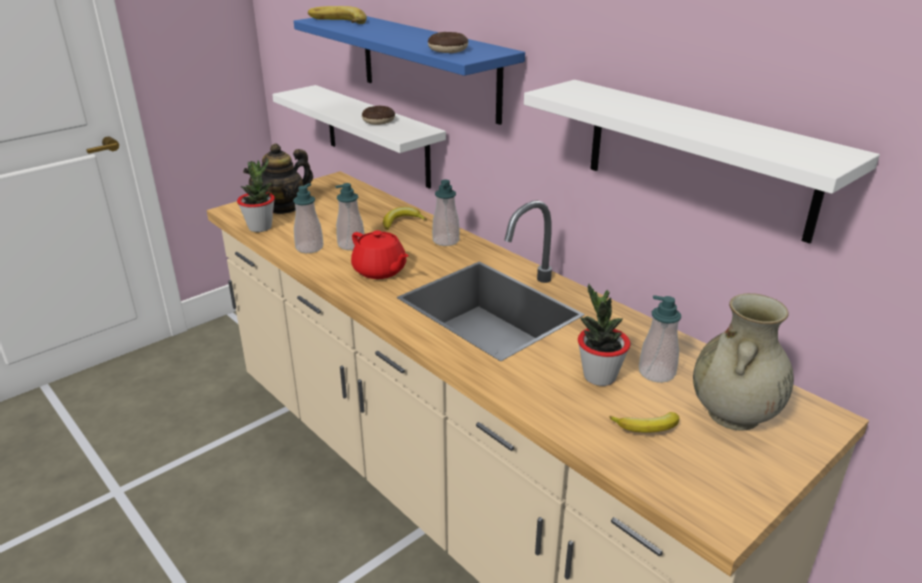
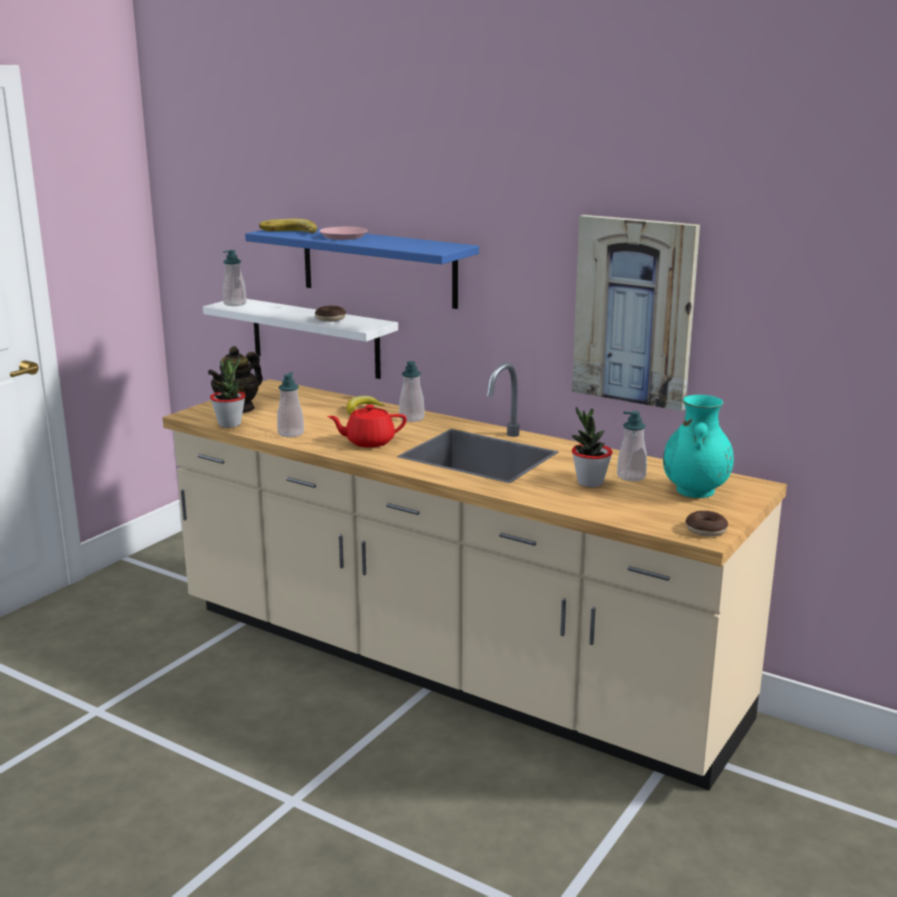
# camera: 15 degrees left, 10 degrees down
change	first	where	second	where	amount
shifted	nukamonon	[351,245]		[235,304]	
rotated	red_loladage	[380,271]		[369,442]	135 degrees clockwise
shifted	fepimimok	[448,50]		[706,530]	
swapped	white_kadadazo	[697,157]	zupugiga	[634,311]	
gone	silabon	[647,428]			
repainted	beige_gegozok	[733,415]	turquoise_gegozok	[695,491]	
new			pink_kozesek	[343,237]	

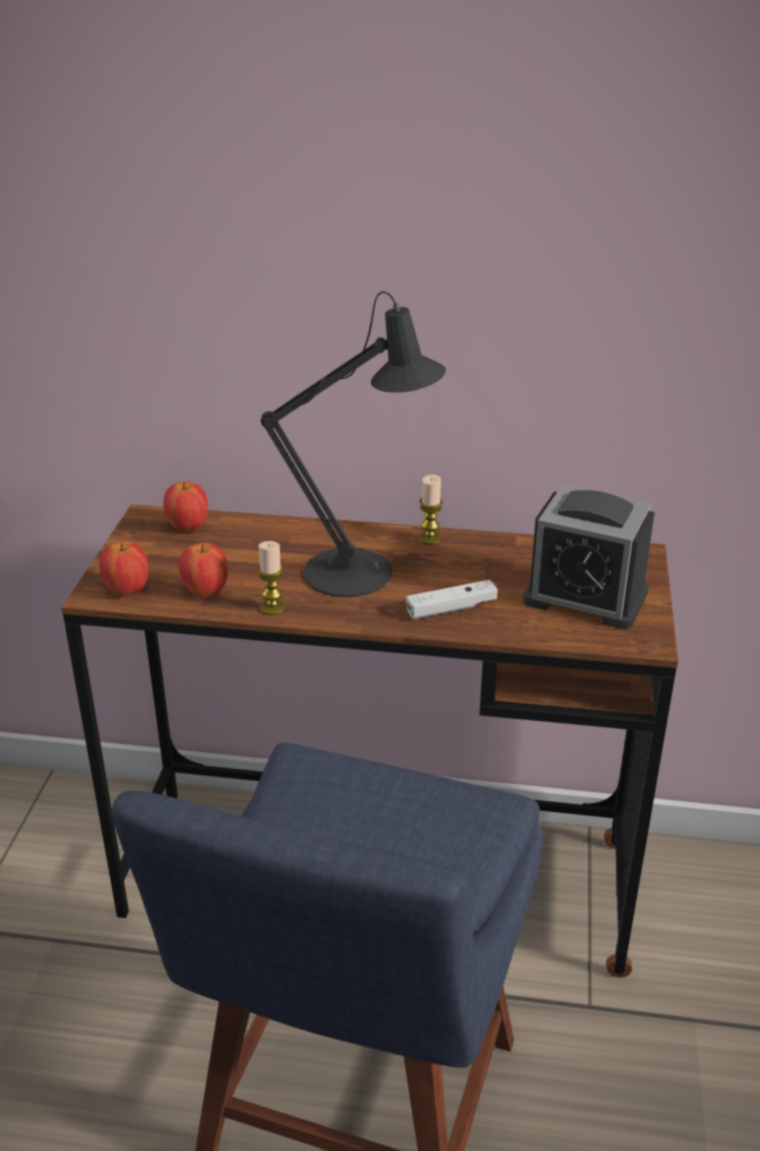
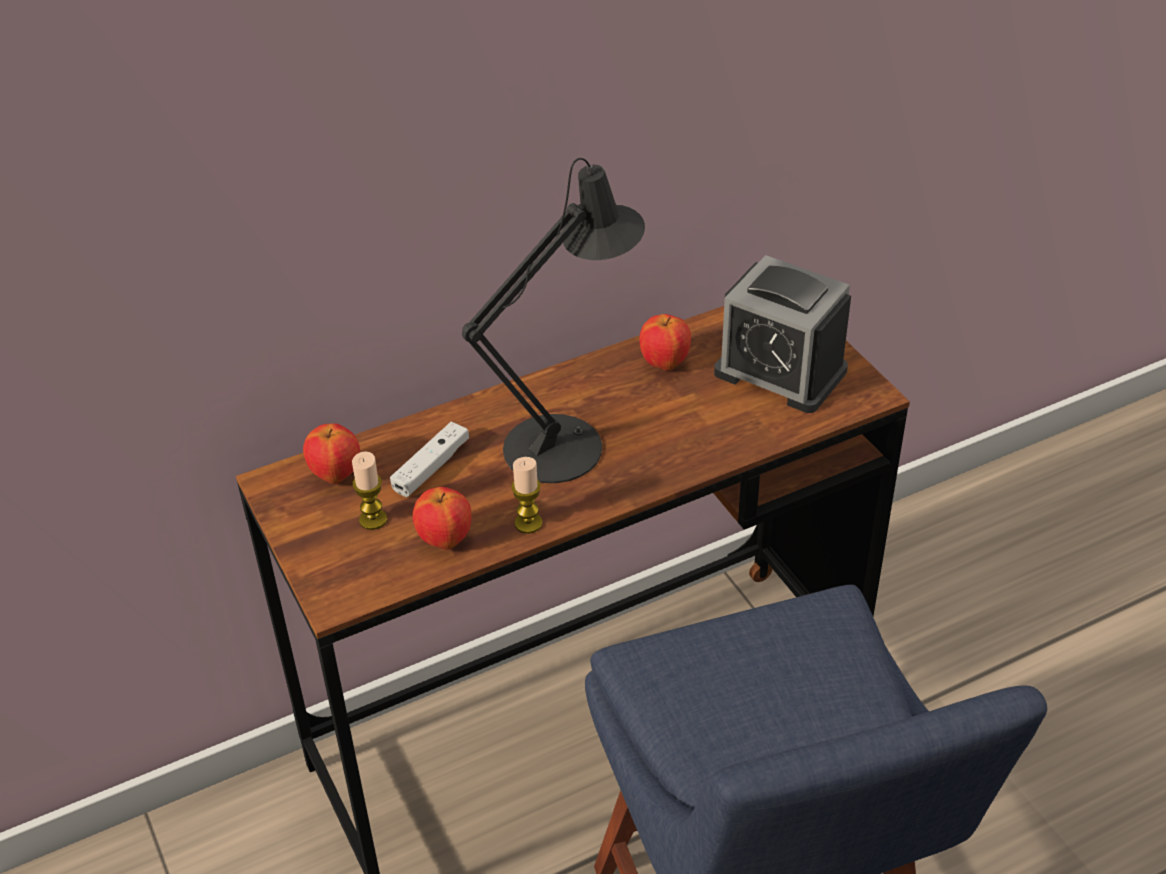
# camera: 35 degrees left, 10 degrees up
change	first	where	second	where	amount
shifted	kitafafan	[127,591]		[664,363]	
shifted	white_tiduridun	[451,608]		[431,467]	
shifted	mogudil	[430,538]		[373,519]	
rotated	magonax	[585,597]		[780,372]	45 degrees clockwise

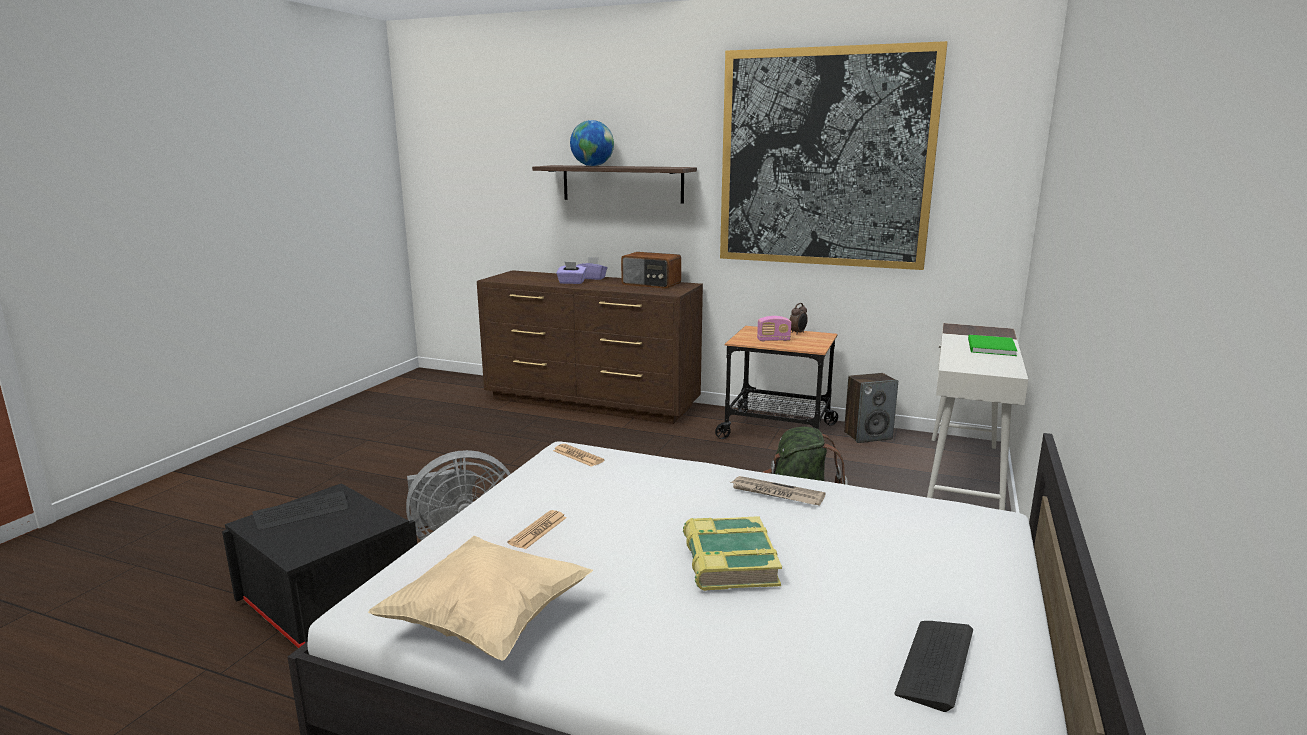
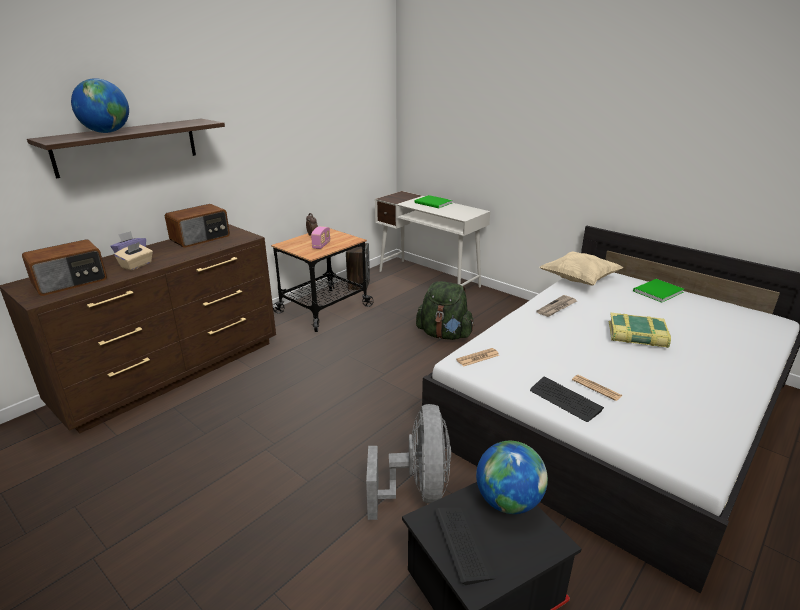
# camera: 70 degrees left, 10 degrees up
change	first	where	second	where	amount
shifted	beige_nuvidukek	[488,622]		[578,280]	
repainted	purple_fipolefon	[571,282]	beige_fipolefon	[137,265]	
gone	zupugiga	[825,159]			
shifted	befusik	[935,664]		[565,400]	
new			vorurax	[70,282]	
new			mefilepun	[508,502]	
new			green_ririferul	[656,291]	

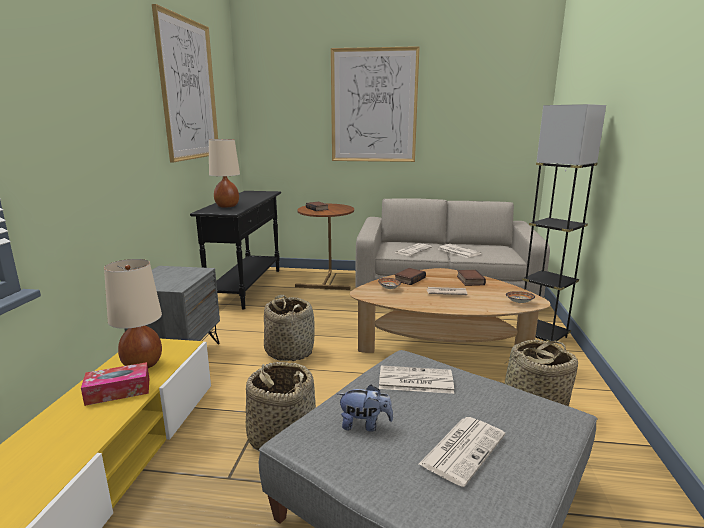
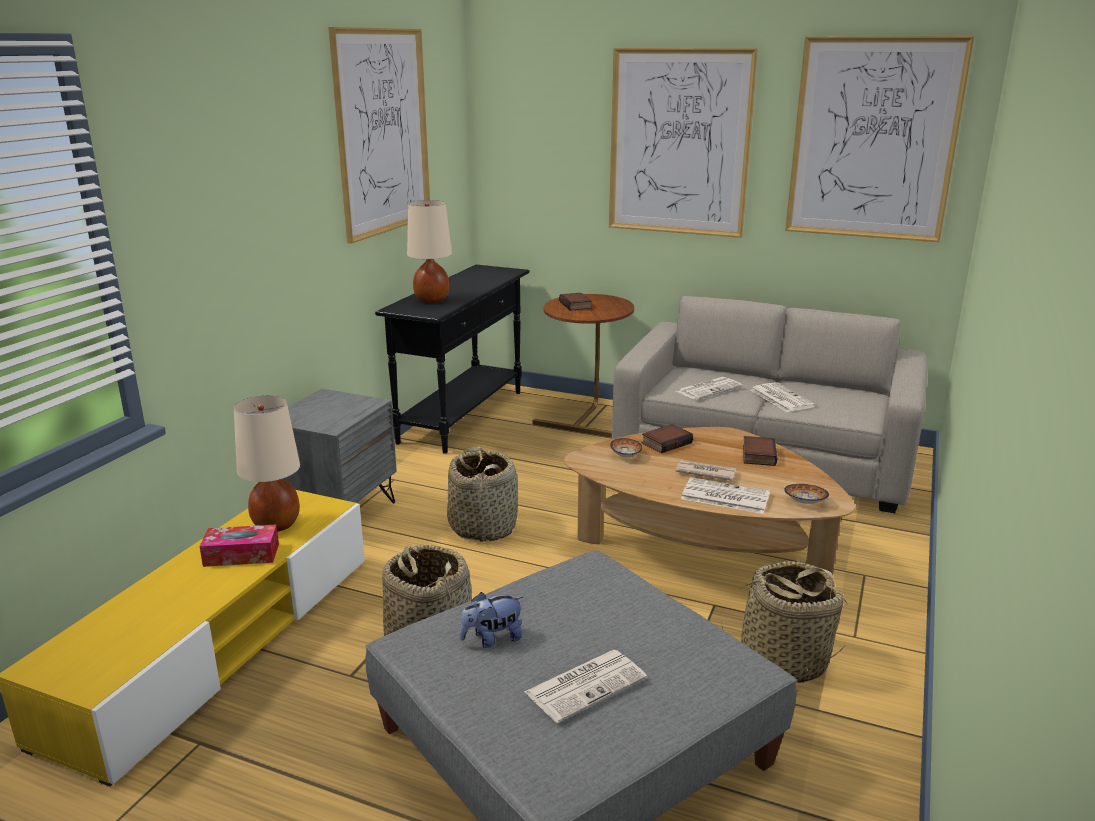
# camera: 15 degrees right, 5 degrees up
change	first	where	second	where	amount
rotated	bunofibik	[365,425]		[492,639]	135 degrees clockwise
shifted	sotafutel	[414,381]		[724,497]	
gone	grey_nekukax	[542,336]			
new			zupugiga	[873,139]	

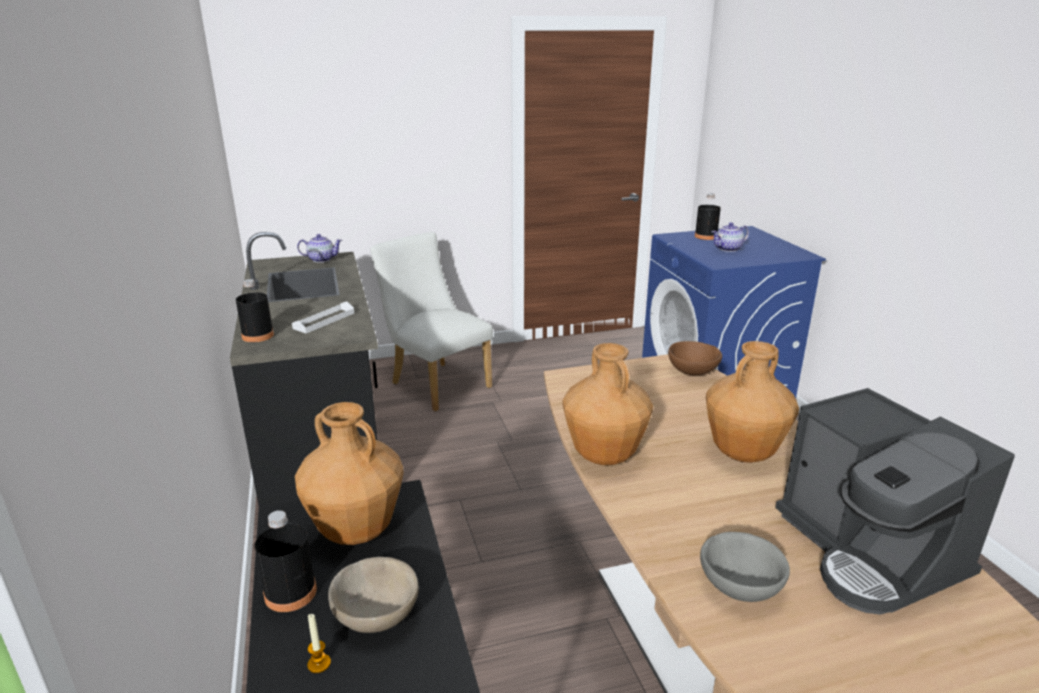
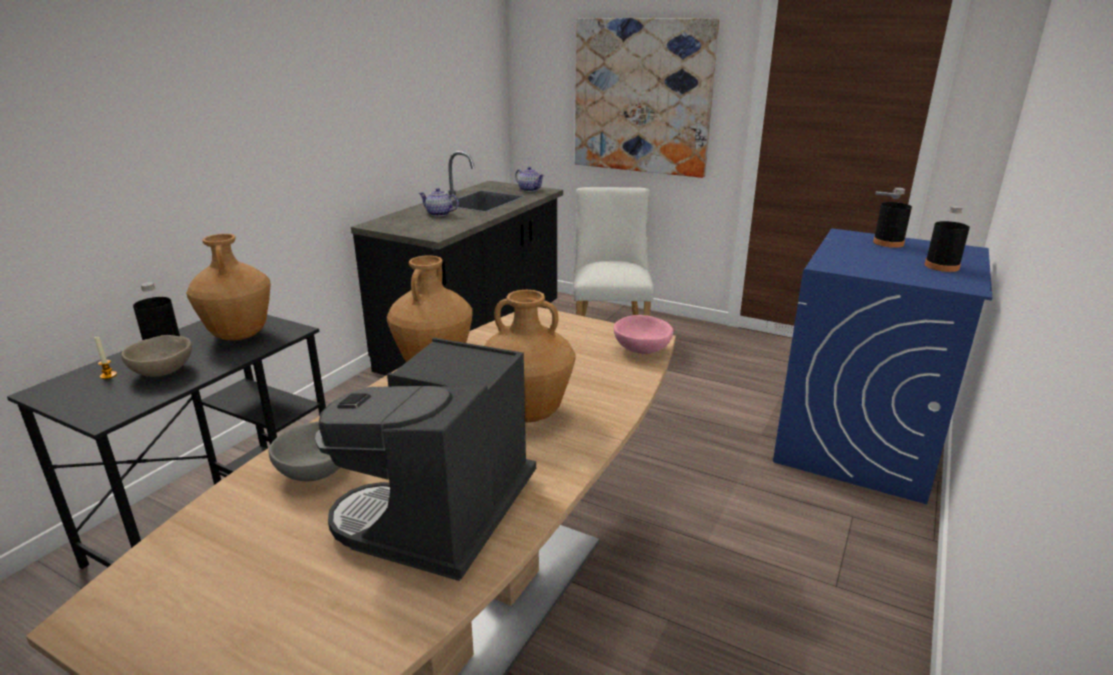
# camera: 45 degrees right, 0 degrees up
change	first	where	second	where	amount
shifted	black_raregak	[258,336]		[941,266]	
gone	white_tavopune	[324,320]			
repainted	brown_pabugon	[692,372]	pink_pabugon	[641,350]	
shifted	loladage	[728,249]		[439,214]	
new			zupugiga	[642,97]	

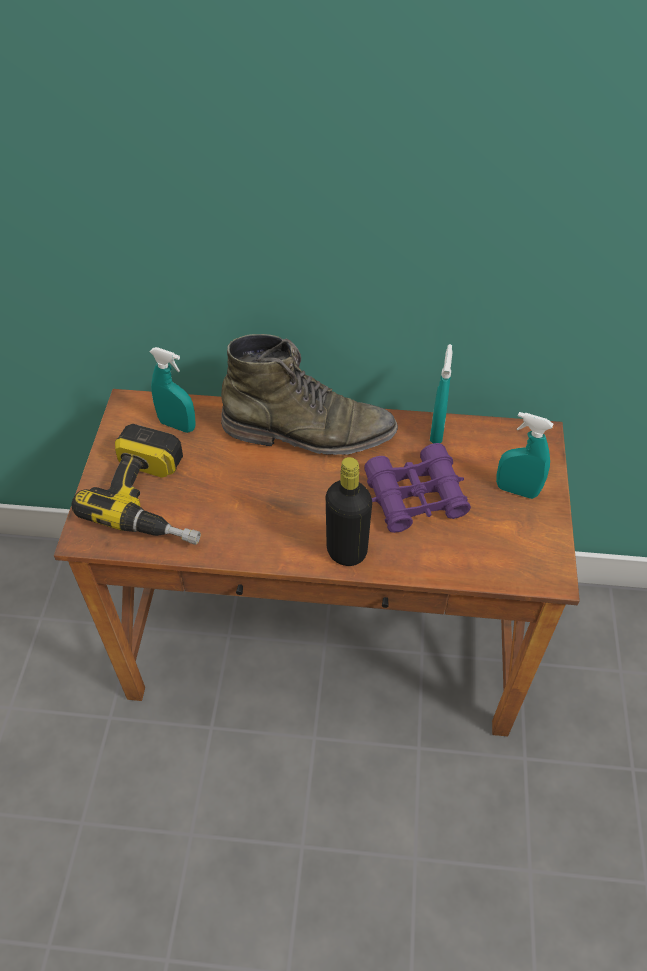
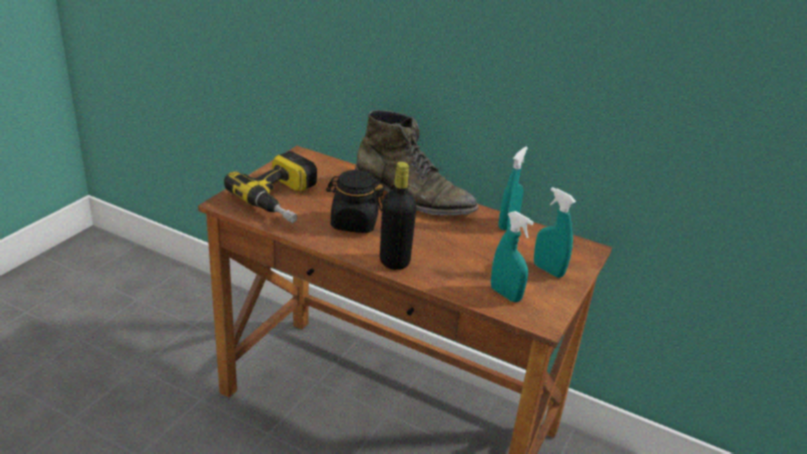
# camera: 20 degrees right, 20 degrees down
change	first	where	second	where	amount
shifted	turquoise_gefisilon	[177,425]		[505,294]	
gone	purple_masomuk	[416,497]			
new			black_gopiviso	[354,223]	

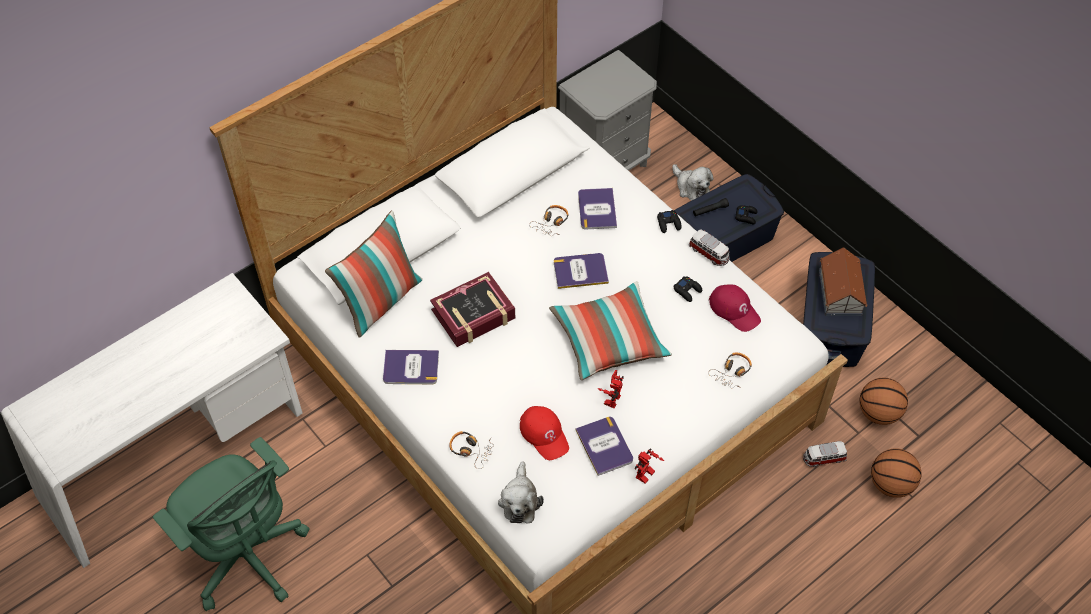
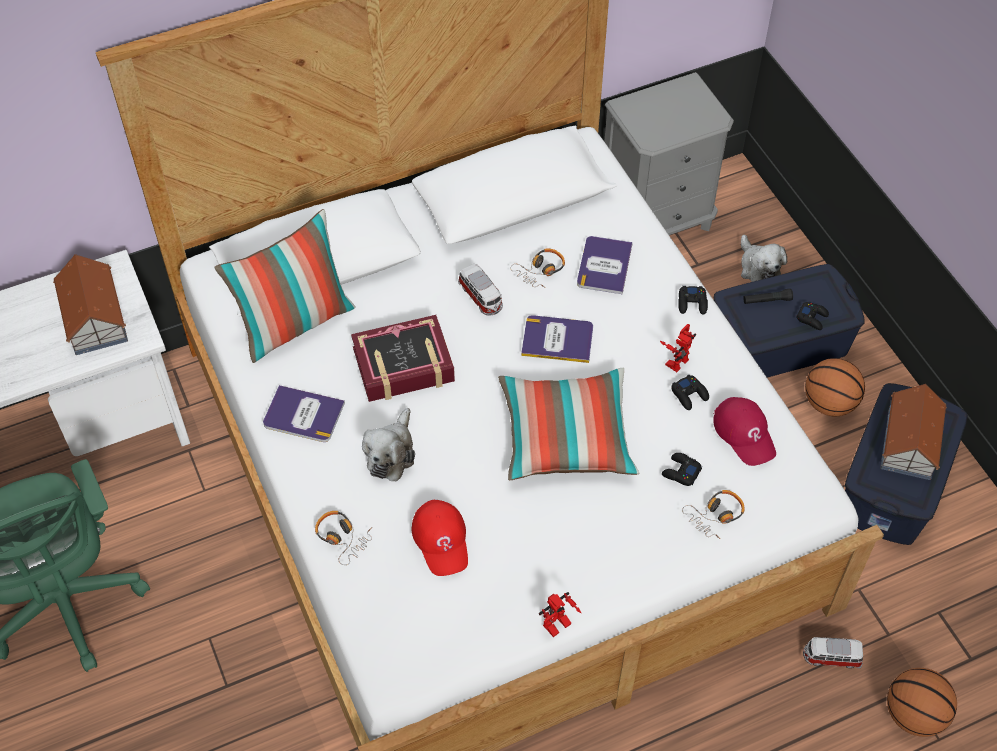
# camera: 15 degrees right, 0 degrees up
change	first	where	second	where	amount
shifted	bunofibik	[520,500]		[391,453]	
gone	ririferul	[604,446]			
shifted	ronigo	[610,398]		[675,359]	
shifted	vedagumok	[709,253]		[481,297]	
shifted	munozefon	[878,413]		[829,403]	
new			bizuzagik	[95,317]	
new			black_tiduridun	[680,472]	

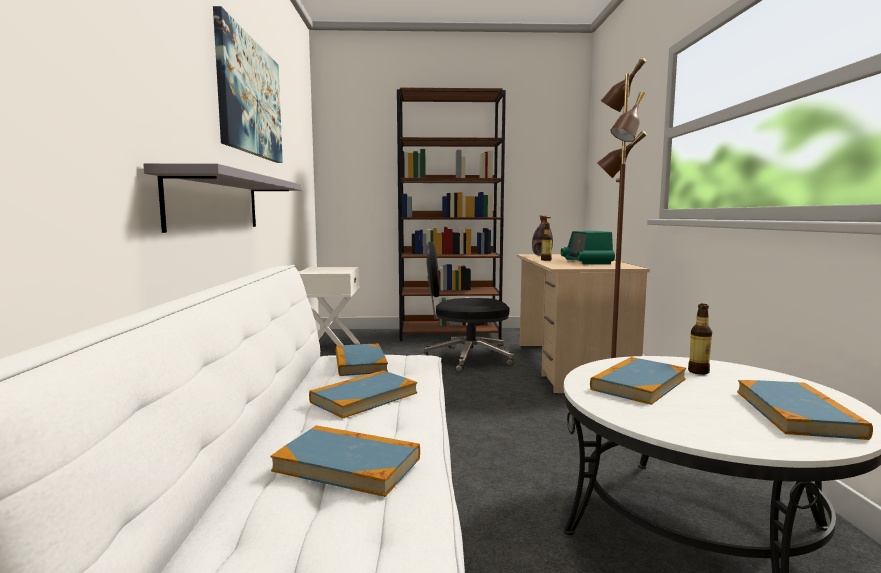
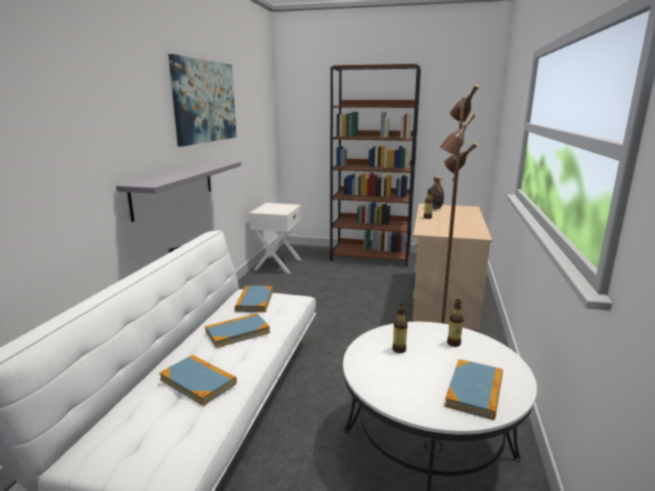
# camera: 15 degrees right, 10 degrees up
change	first	where	second	where	amount
gone	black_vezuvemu	[466,358]			
gone	vorurax	[586,261]			
swapped	ririferul	[638,384]	raregak	[399,350]	

